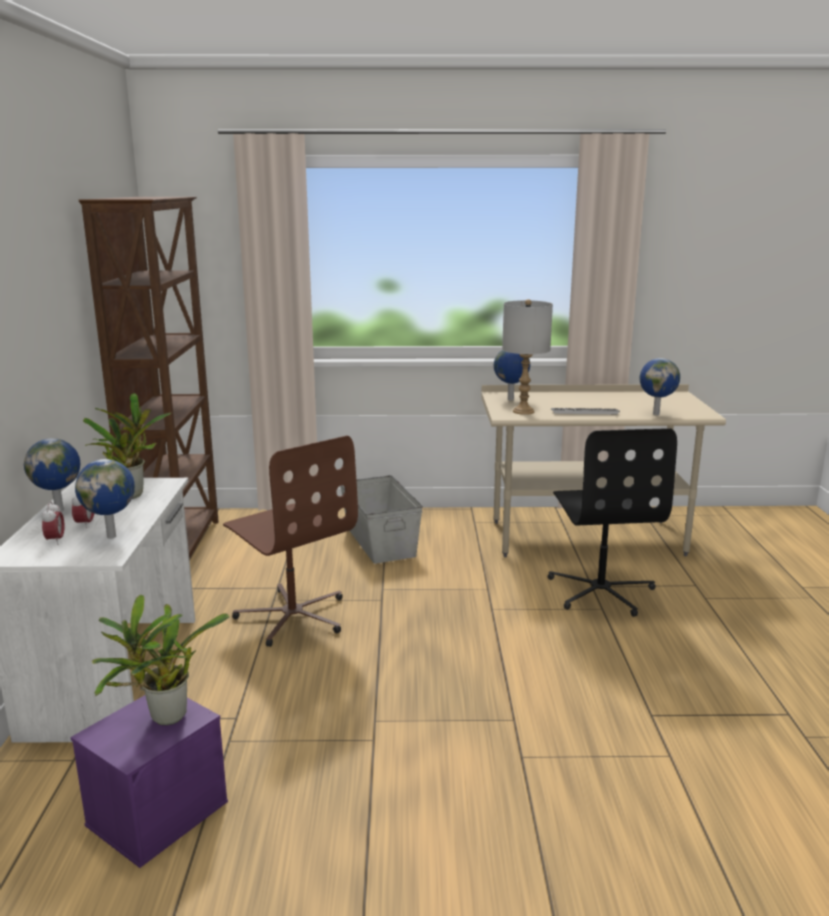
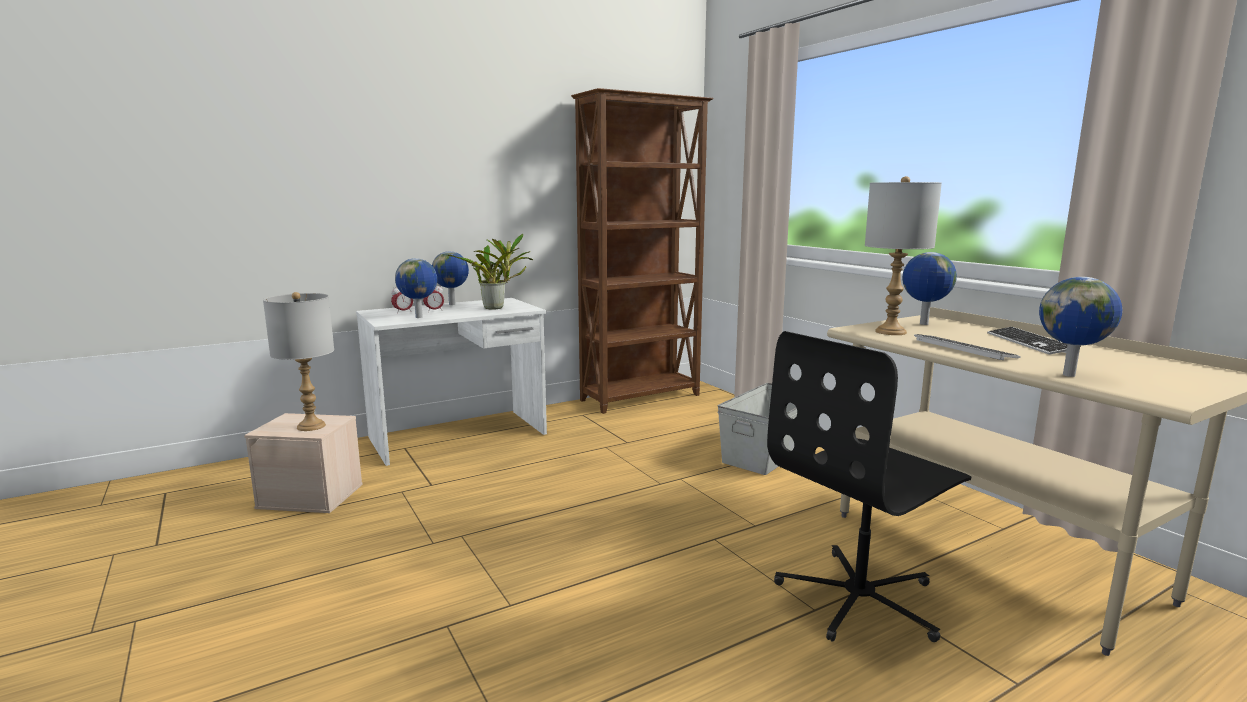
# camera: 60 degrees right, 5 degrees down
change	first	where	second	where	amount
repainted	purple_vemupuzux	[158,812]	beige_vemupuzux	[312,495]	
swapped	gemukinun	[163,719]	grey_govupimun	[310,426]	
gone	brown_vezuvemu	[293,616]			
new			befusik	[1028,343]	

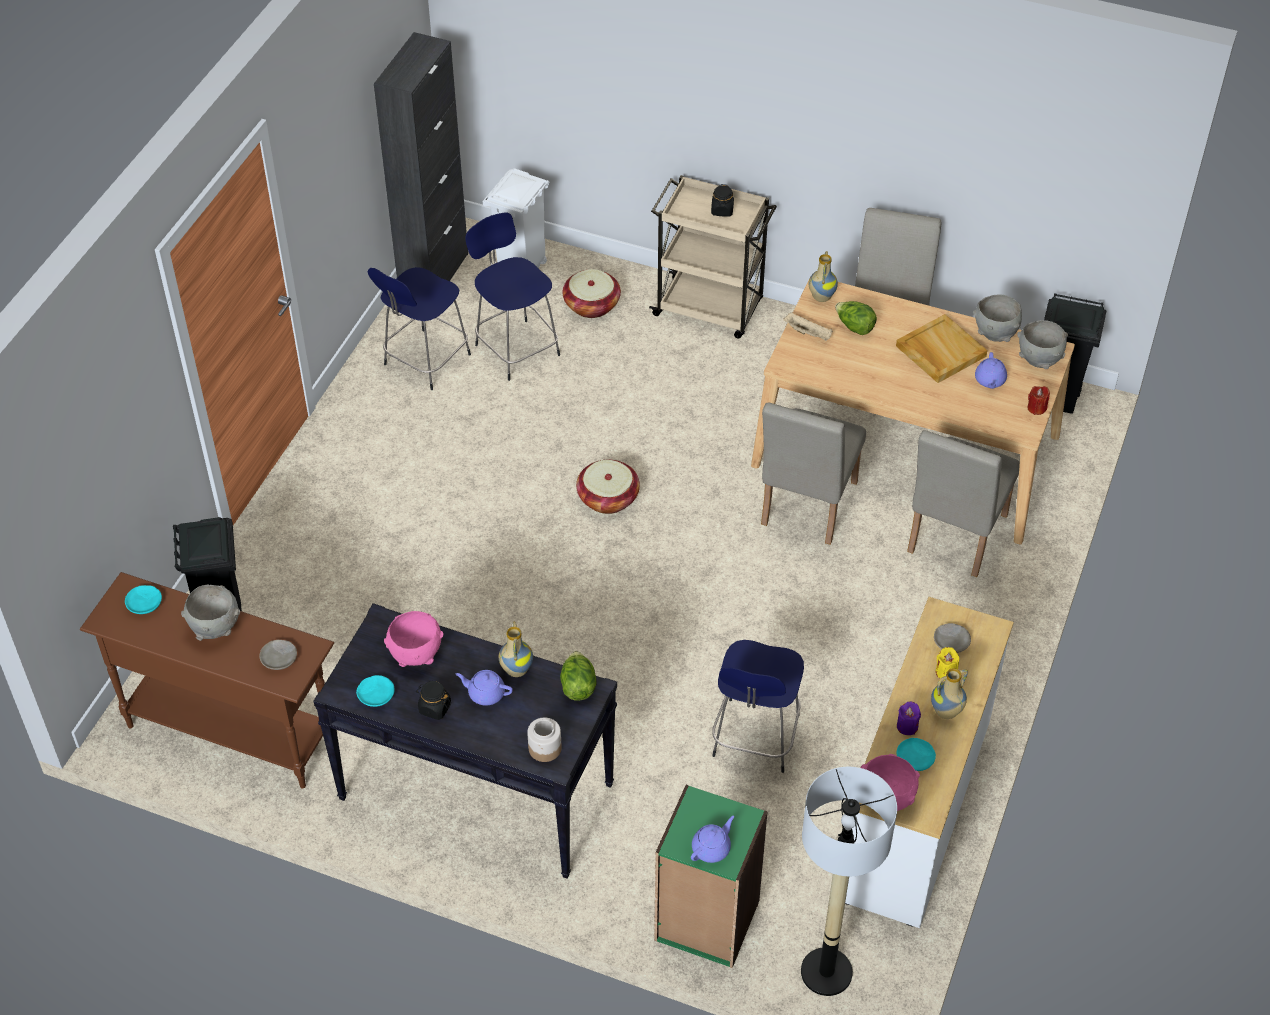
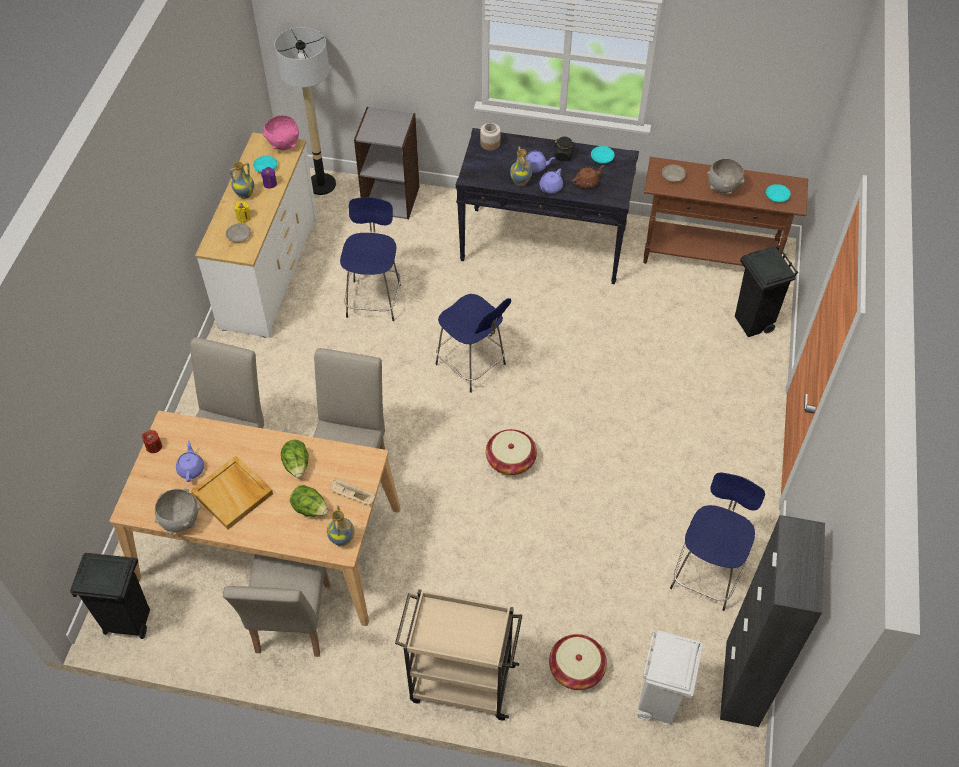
# camera: 170 degrees right, 5 degrees up
change	first	where	second	where	amount
swapped	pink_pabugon	[416,655]	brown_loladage	[587,182]	
shifted	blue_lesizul	[516,348]		[472,365]	
shifted	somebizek	[578,686]		[297,465]	
repainted	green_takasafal	[706,921]	grey_takasafal	[391,199]	
shifted	purple_loladage	[712,848]		[550,188]	
gone	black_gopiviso	[722,210]			
gone	grey_pabugon	[1039,359]			

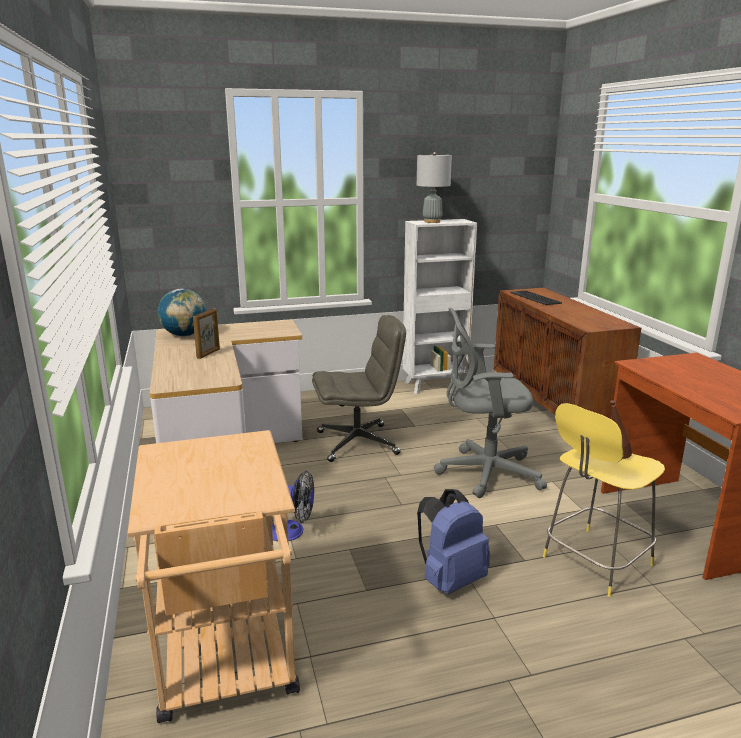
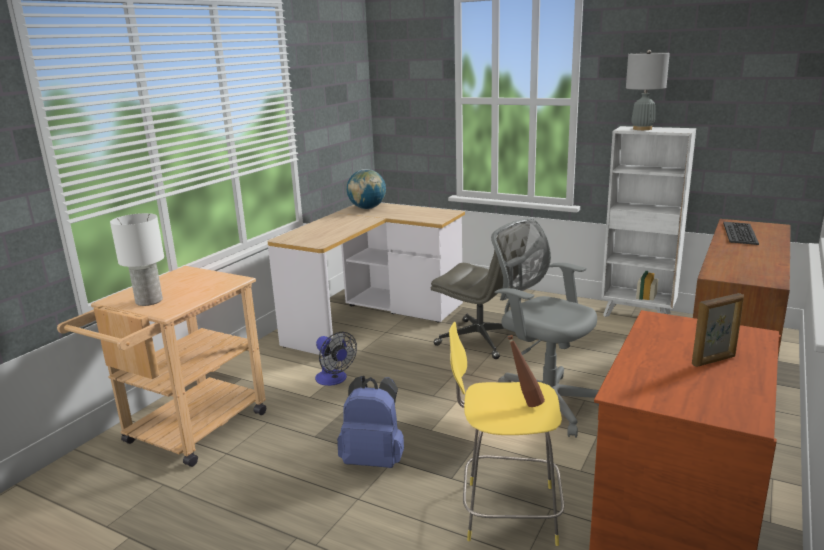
# camera: 45 degrees right, 0 degrees up
change	first	where	second	where	amount
shifted	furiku	[208,354]		[714,361]	
new			white_govupimun	[148,301]	

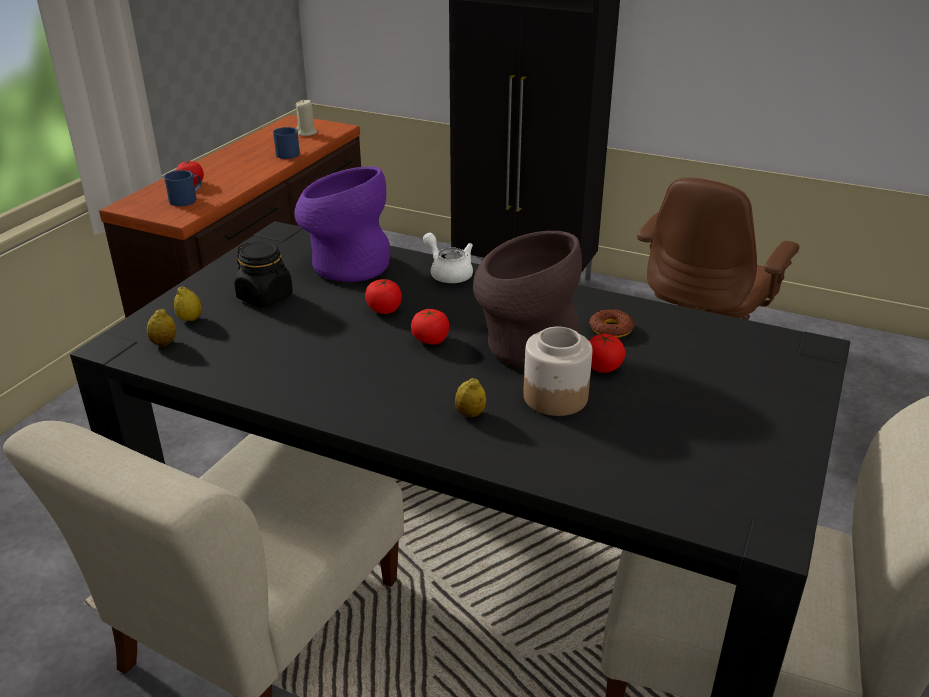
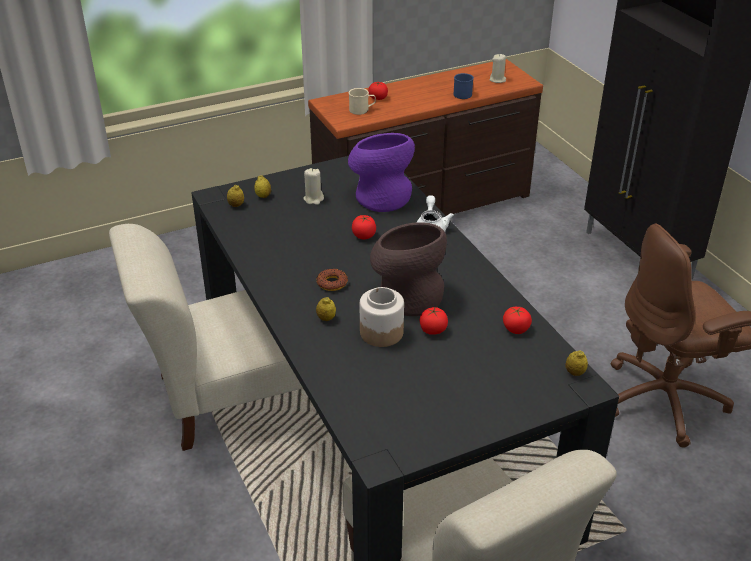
# camera: 40 degrees right, 5 degrees up
change	first	where	second	where	amount
repainted	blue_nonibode	[186,199]	beige_nonibode	[362,110]	
swapped	black_gopiviso	[265,297]	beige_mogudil	[313,199]	
shifted	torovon	[430,340]		[516,329]	
shifted	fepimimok	[611,329]		[332,283]	
new			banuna	[575,373]	

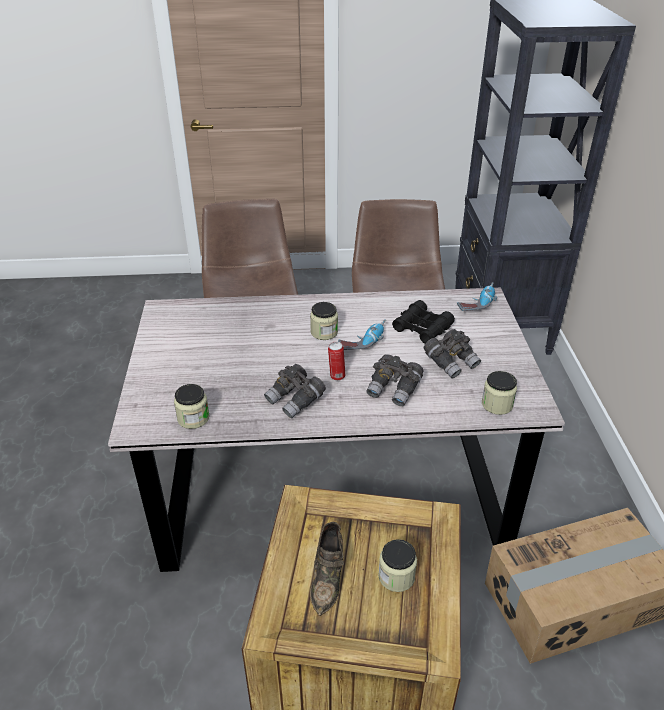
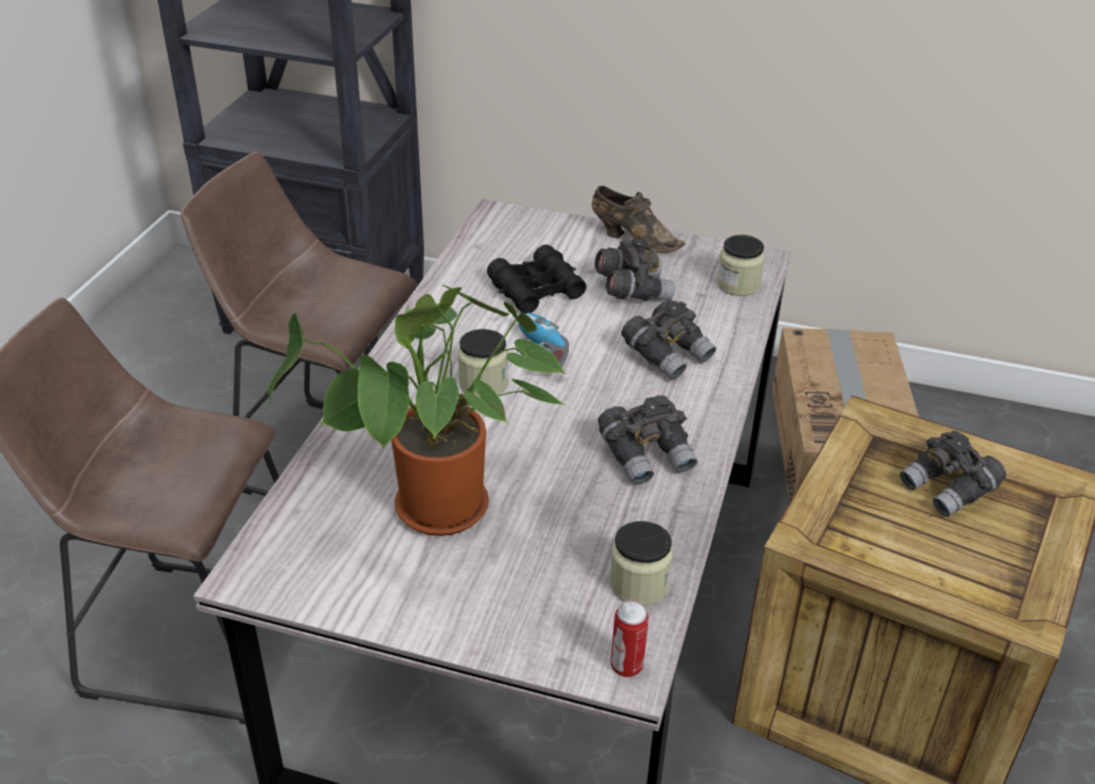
# camera: 70 degrees left, 0 degrees up
change	first	where	second	where	amount
shifted	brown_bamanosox	[328,577]		[633,239]	
shifted	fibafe	[336,376]		[626,667]	
swapped	gopiviso	[396,576]	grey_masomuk	[948,489]	
gone	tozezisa	[477,303]			
new			gemukinun	[437,515]	

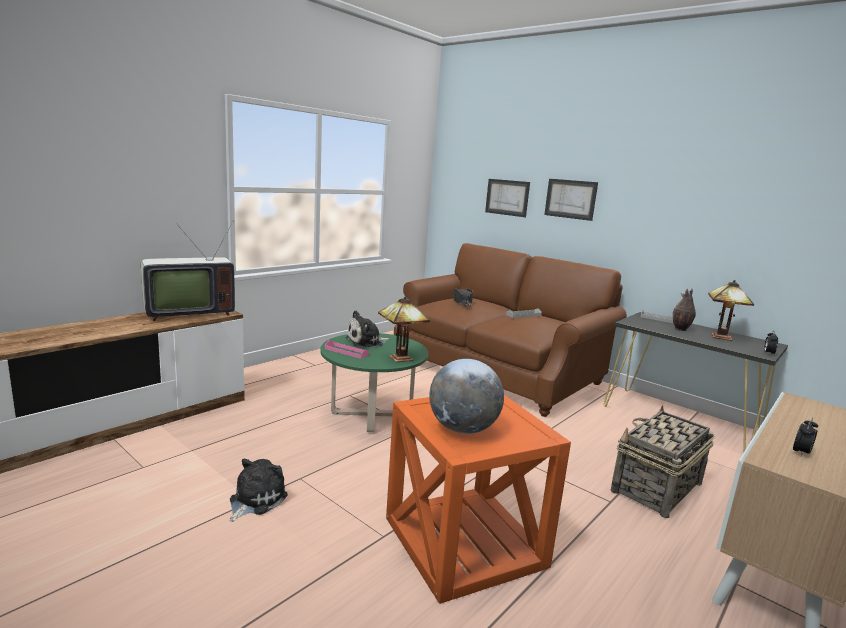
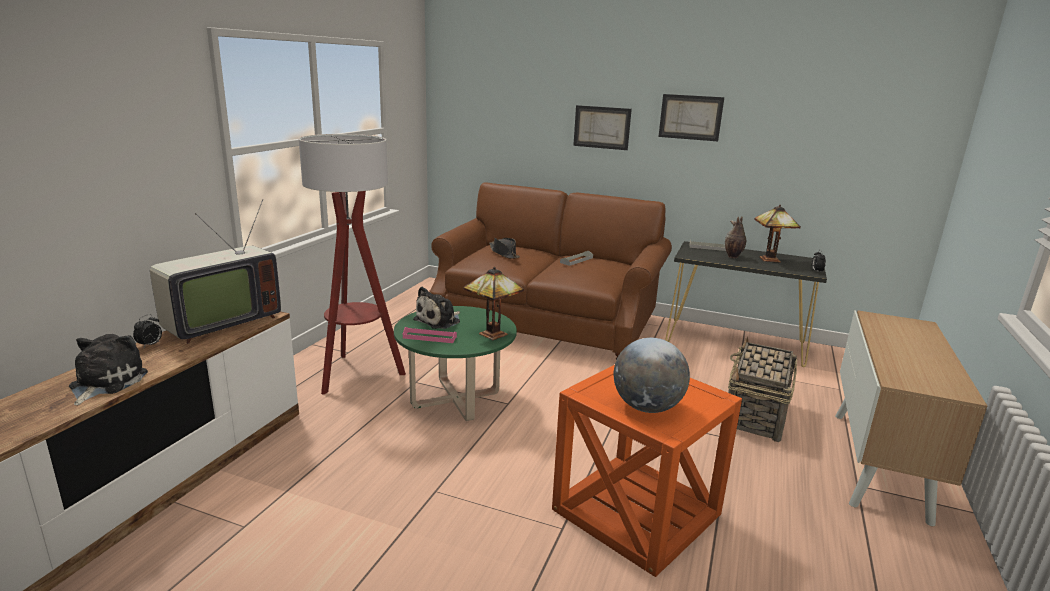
# camera: 20 degrees left, 5 degrees up
change	first	where	second	where	amount
shifted	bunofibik	[255,500]		[105,382]	
shifted	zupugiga	[507,197]		[690,117]	
shifted	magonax	[801,453]		[150,345]	
new			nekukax	[357,374]	

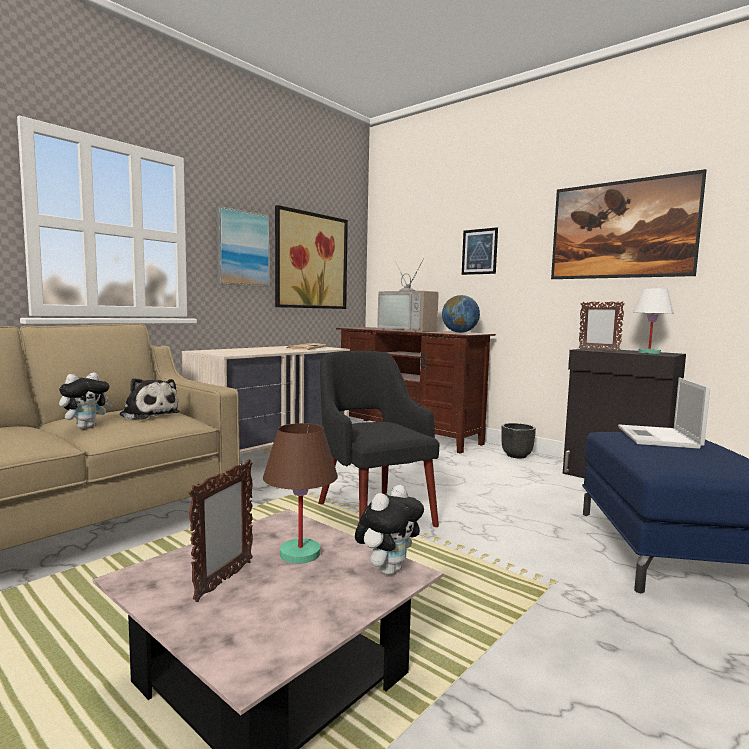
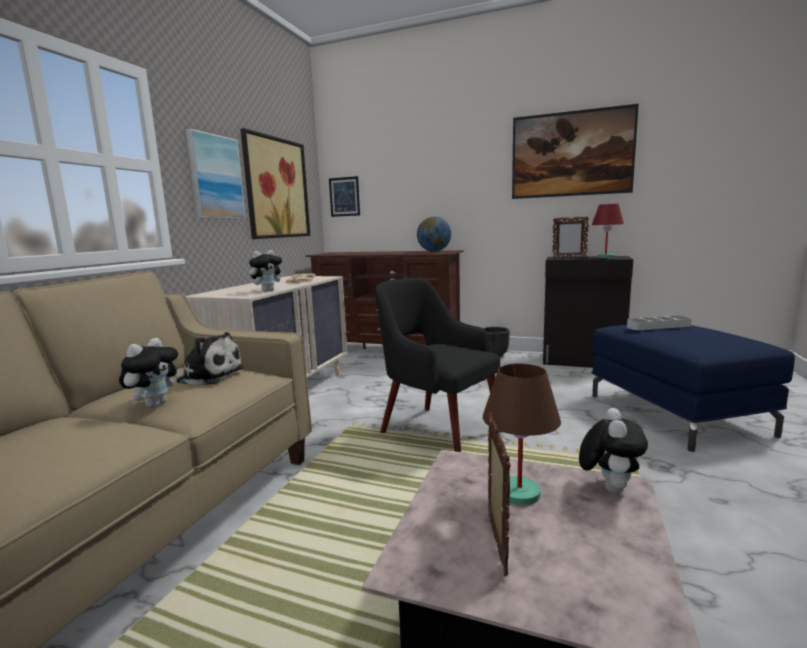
# camera: 20 degrees left, 5 degrees up
change	first	where	second	where	amount
gone	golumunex	[409,330]			
shifted	zupugiga	[479,251]		[344,196]	
swapped	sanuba	[658,438]	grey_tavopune	[658,326]	
repainted	white_govupimun	[649,352]	red_govupimun	[606,257]	
new			bunofibik	[268,290]	

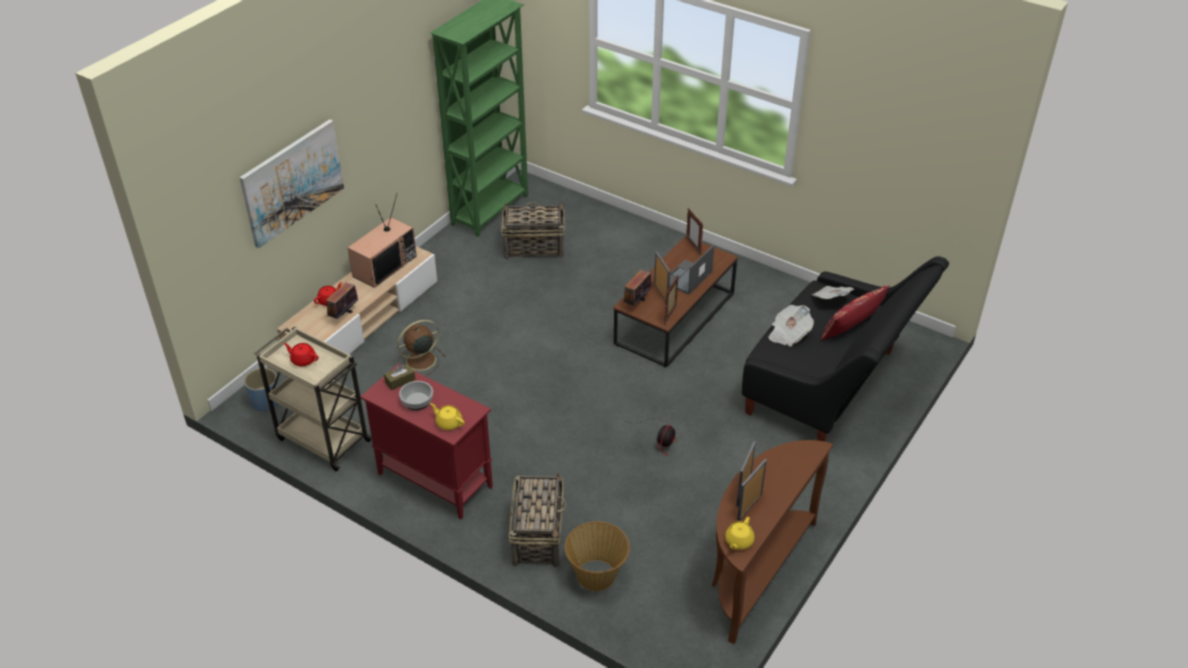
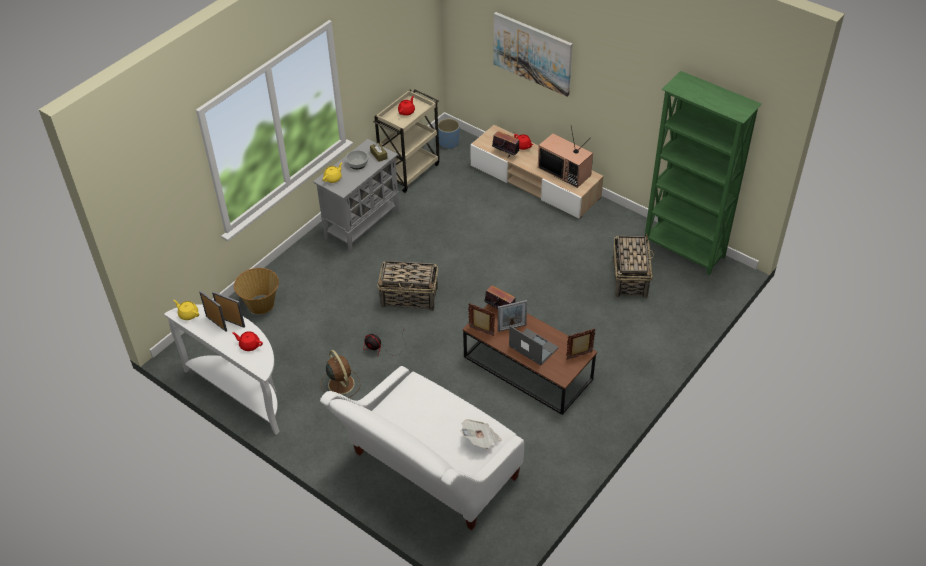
# camera: 95 degrees right, 5 degrees up
change	first	where	second	where	amount
repainted	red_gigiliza	[434,480]	grey_gigiliza	[362,224]	
shifted	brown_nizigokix	[419,361]		[340,383]	
shifted	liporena	[538,535]		[410,297]	
repainted	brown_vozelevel	[755,571]	white_vozelevel	[242,391]	
repainted	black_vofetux	[831,386]	white_vofetux	[429,472]	
gone	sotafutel	[788,334]			
gone	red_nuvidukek	[852,326]			
new			red_loladage	[249,345]	

